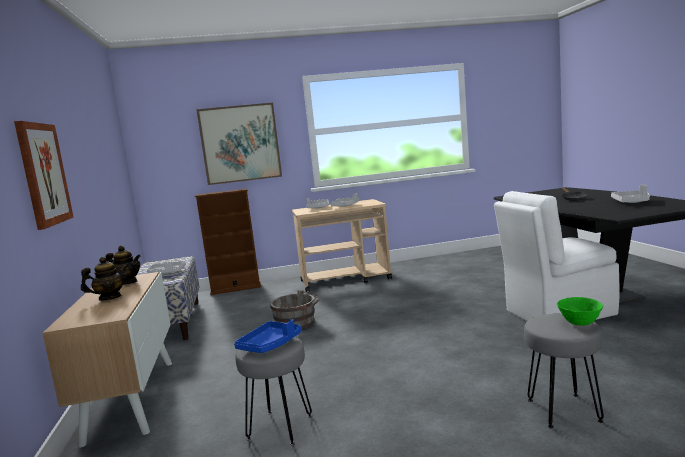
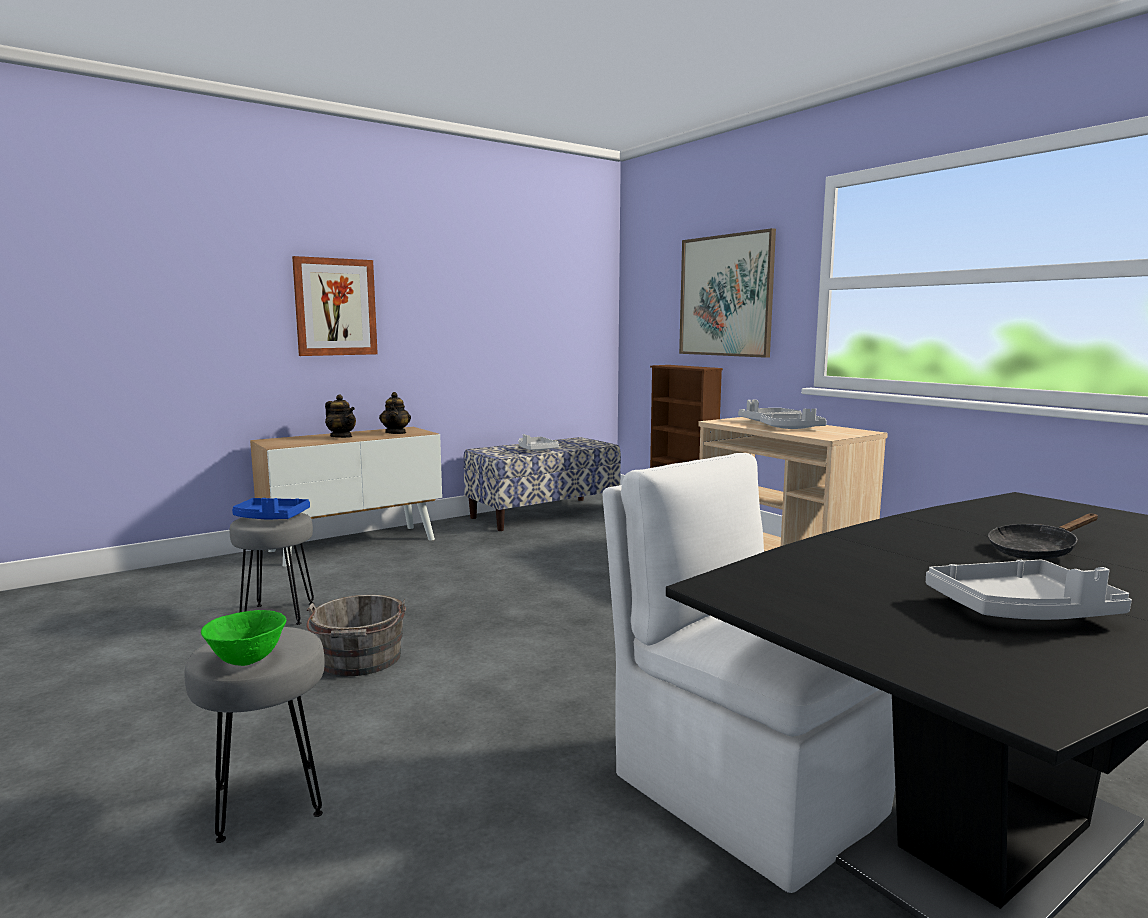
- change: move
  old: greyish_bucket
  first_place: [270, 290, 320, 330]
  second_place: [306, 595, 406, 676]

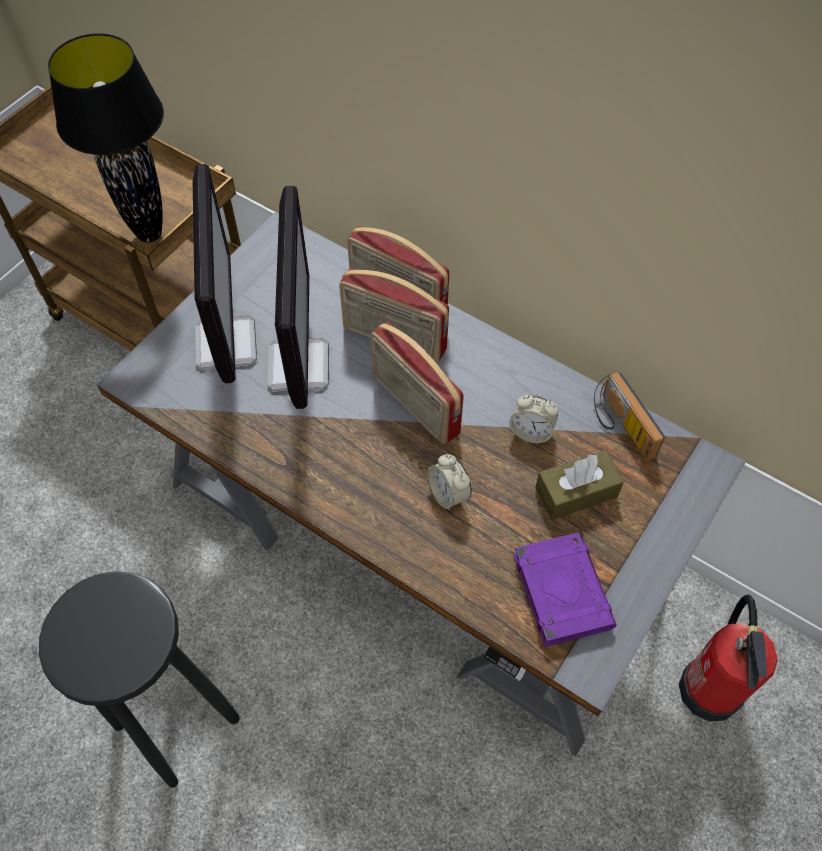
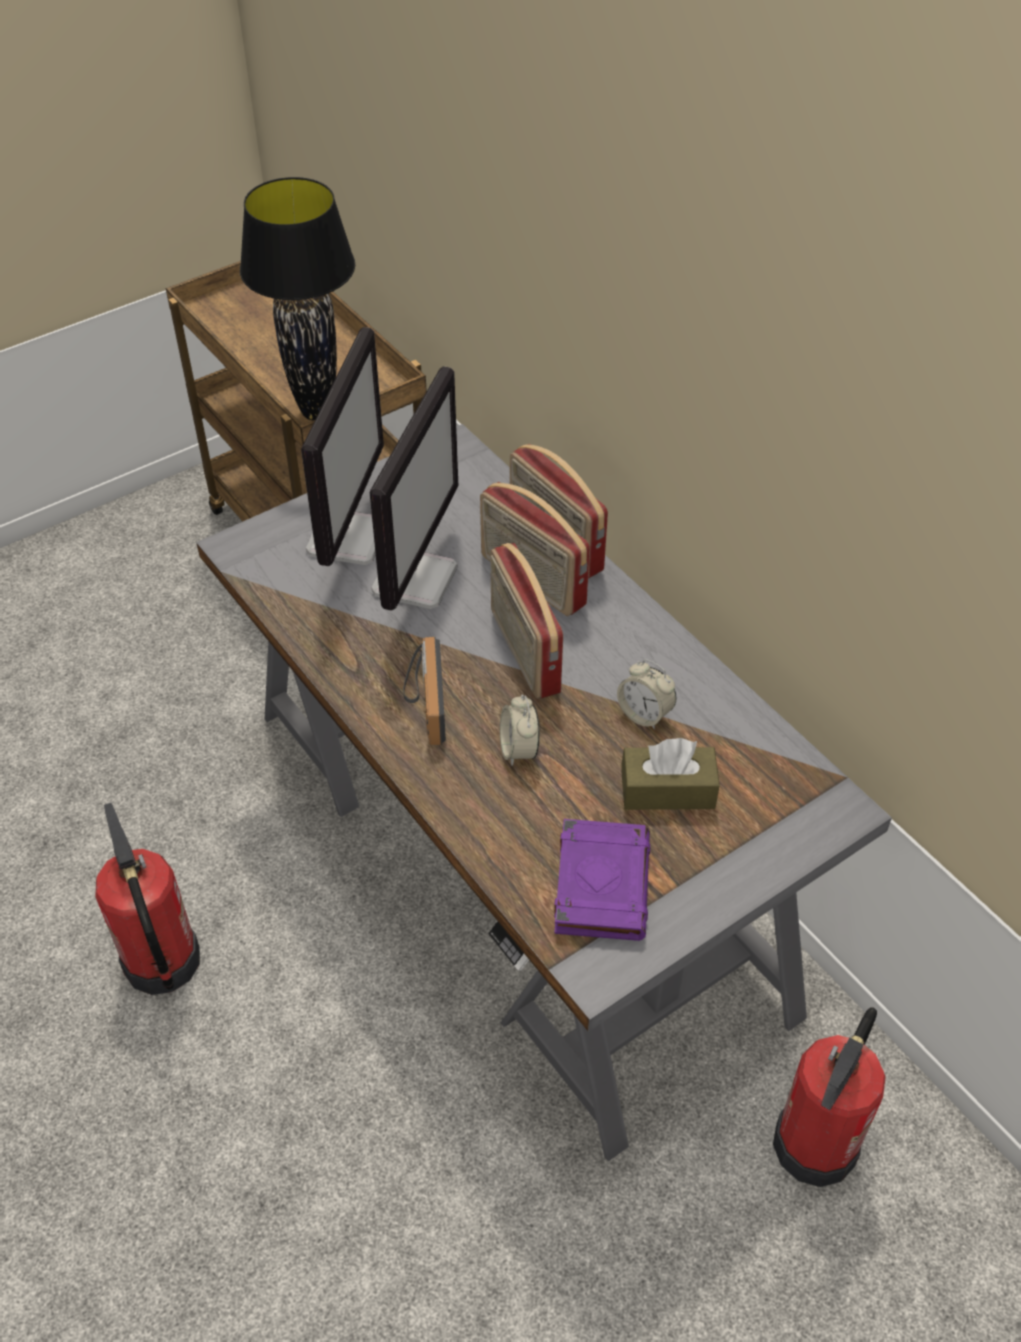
- change: move
  old: radio_receiver
  first_place: [594, 372, 665, 461]
  second_place: [403, 637, 446, 745]
- change: replace
  old: blackish_stool_seat
  new: fire-fighting_cylinder
  first_place: [39, 571, 240, 788]
  second_place: [95, 803, 200, 995]

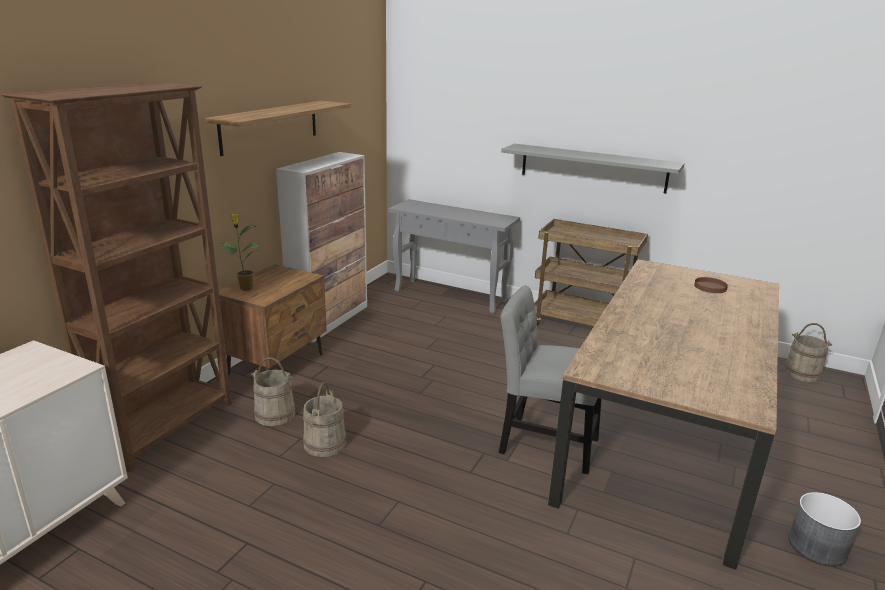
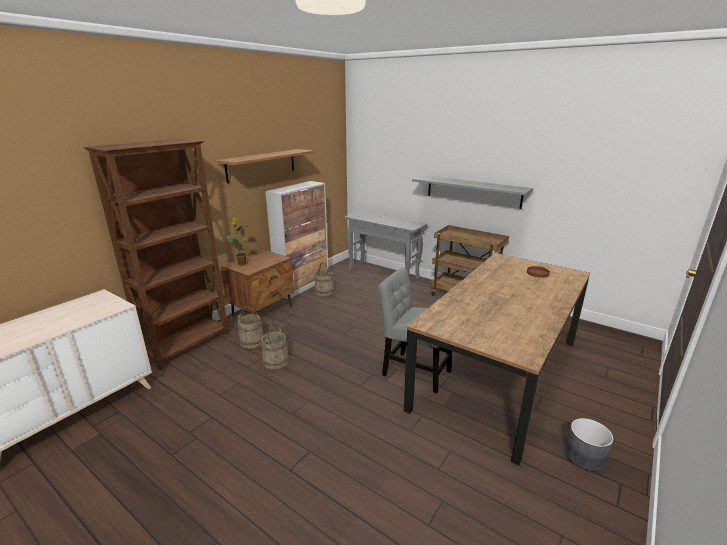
- change: move
  old: sand-coloured_bucket
  first_place: [783, 323, 833, 382]
  second_place: [315, 262, 334, 296]

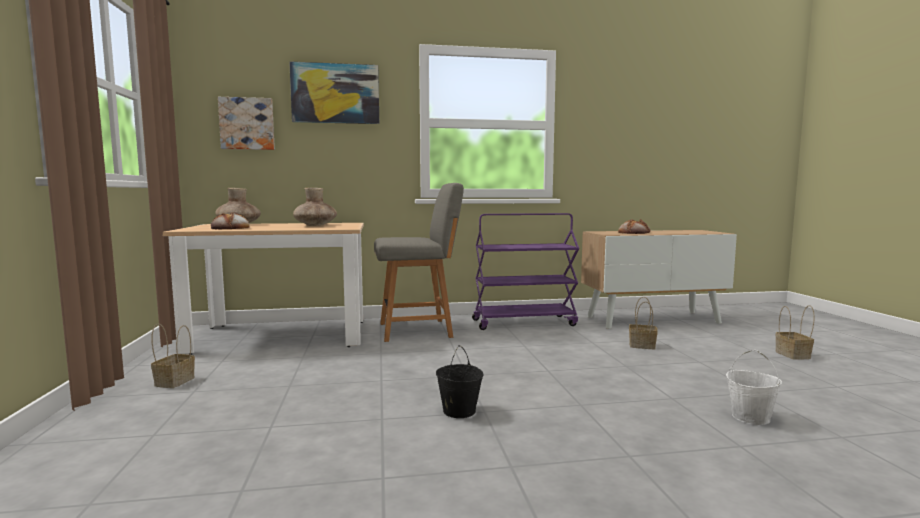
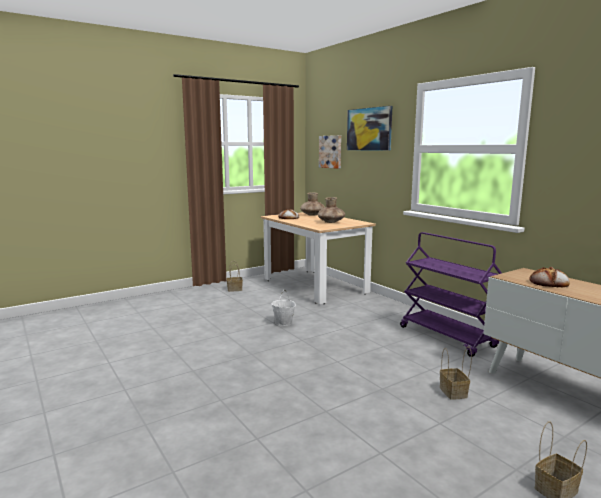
- change: delete
  old: greyish_chair
  first_place: [374, 183, 464, 342]
- change: delete
  old: blackish_bucket
  first_place: [436, 345, 484, 418]
- change: move
  old: whitish_bucket
  first_place: [726, 350, 782, 425]
  second_place: [272, 290, 296, 326]

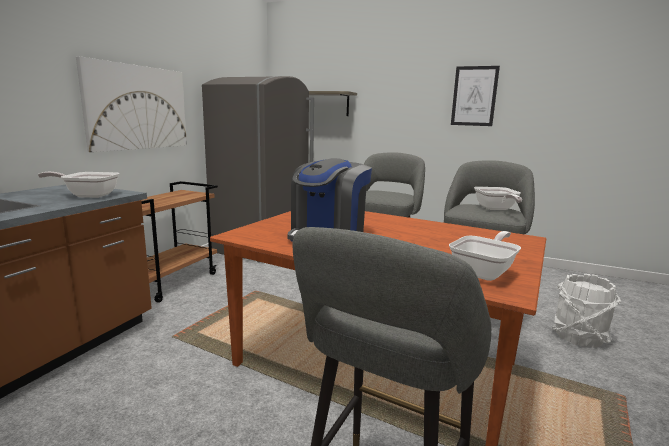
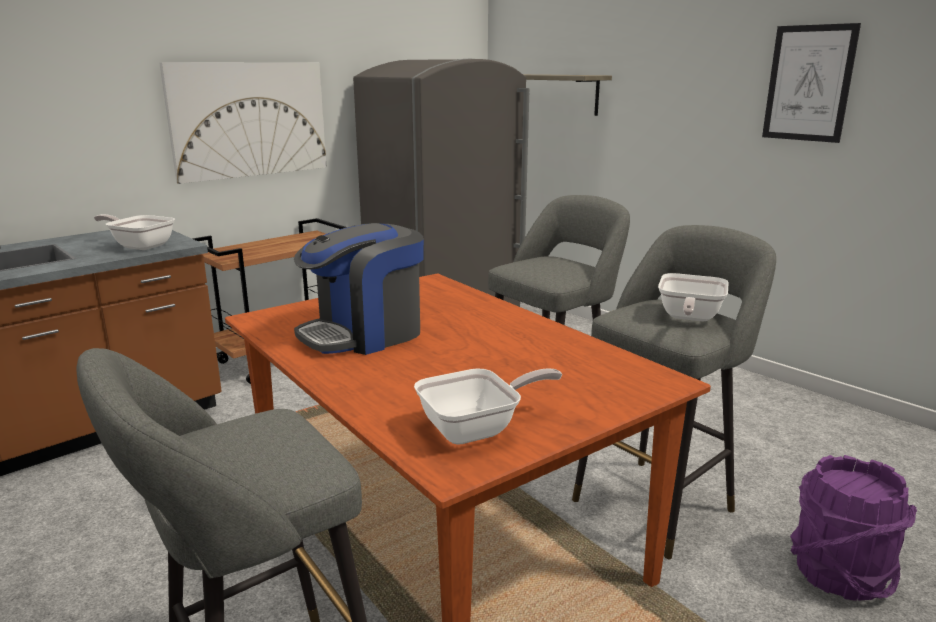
- change: recolor
  old: whitish_bucket
  new: purple_bucket
  first_place: [552, 274, 621, 348]
  second_place: [790, 455, 917, 601]

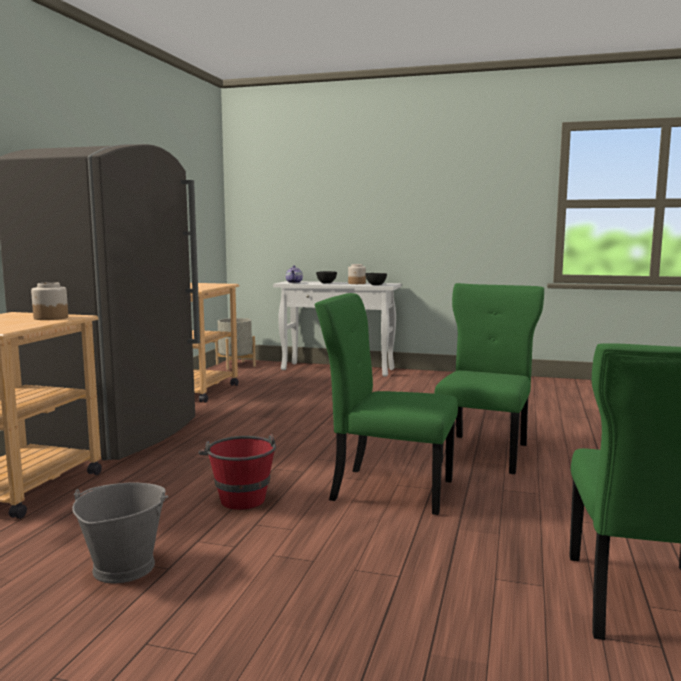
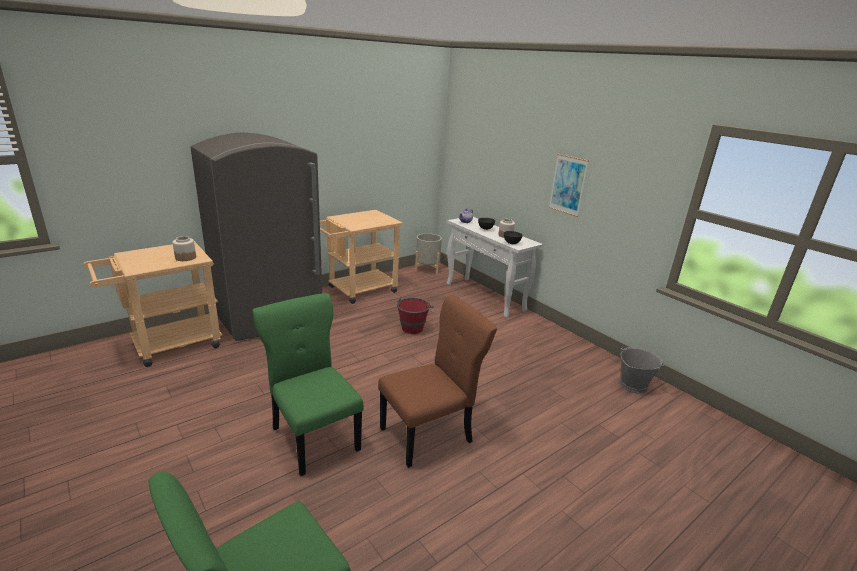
- change: recolor
  old: green_chair
  new: brown-coloured_chair
  first_place: [434, 283, 544, 474]
  second_place: [378, 295, 497, 468]
- change: move
  old: red-coloured_bucket
  first_place: [198, 434, 276, 510]
  second_place: [397, 298, 434, 334]
- change: move
  old: greyish_bucket
  first_place: [72, 482, 168, 583]
  second_place: [620, 347, 664, 394]
- change: insert
  new: wall_art
  second_place: [549, 154, 589, 217]

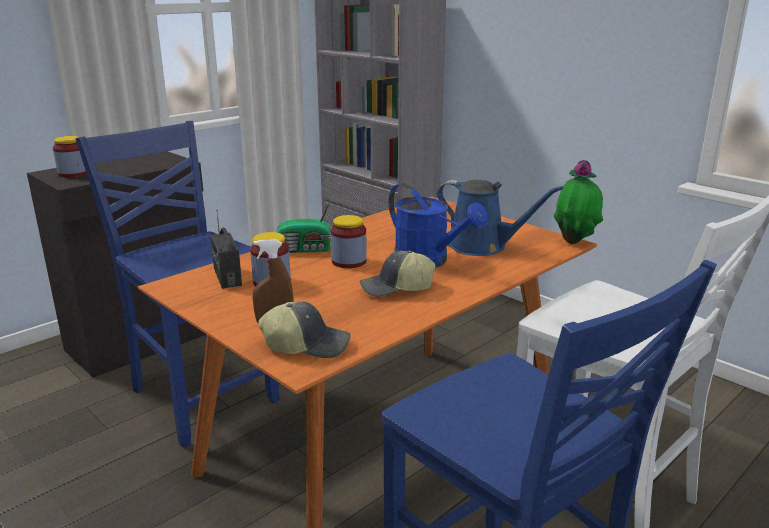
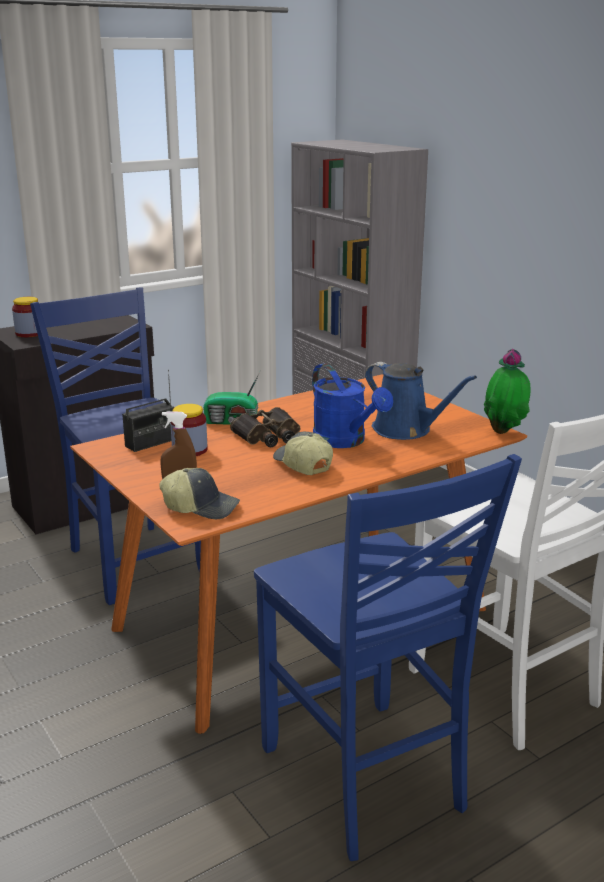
- change: rotate
  old: radio_receiver
  first_place: [210, 210, 242, 289]
  second_place: [122, 370, 174, 452]
  degrees: -120
- change: replace
  old: jar
  new: field_glasses
  first_place: [331, 215, 367, 268]
  second_place: [230, 407, 300, 447]
- change: rotate
  old: cap
  first_place: [360, 251, 435, 297]
  second_place: [273, 432, 333, 475]
  degrees: 60

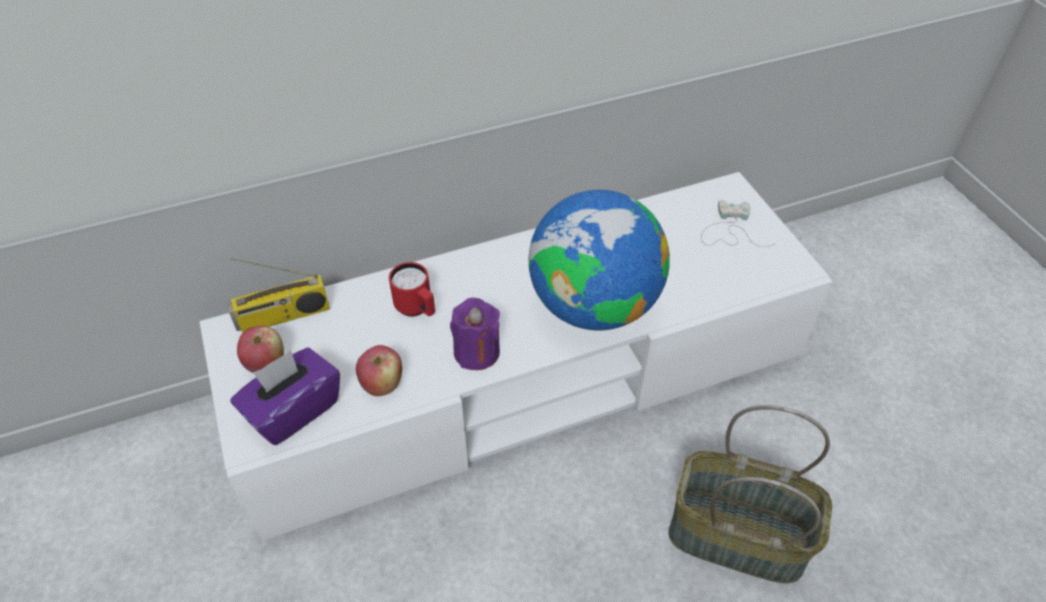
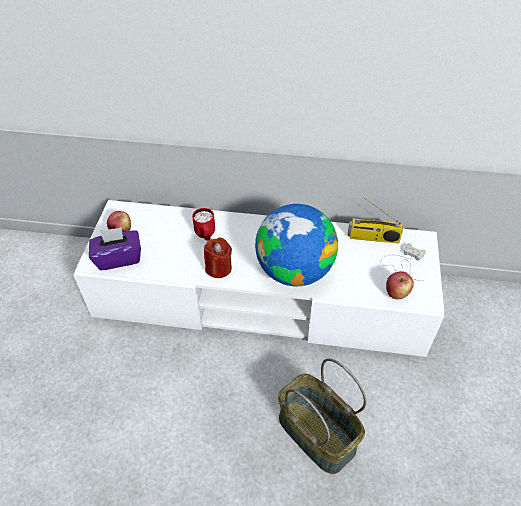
- change: move
  old: radio_receiver
  first_place: [228, 258, 330, 333]
  second_place: [348, 198, 403, 244]
- change: recolor
  old: purple_wax_candle
  new: red-coloured_wax_candle
  first_place: [450, 298, 500, 370]
  second_place: [204, 238, 232, 278]
- change: move
  old: apple_fruit
  first_place: [356, 345, 402, 396]
  second_place: [386, 271, 414, 299]

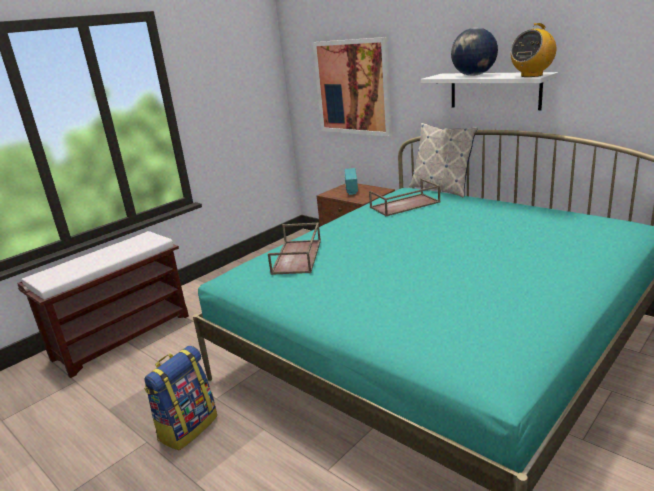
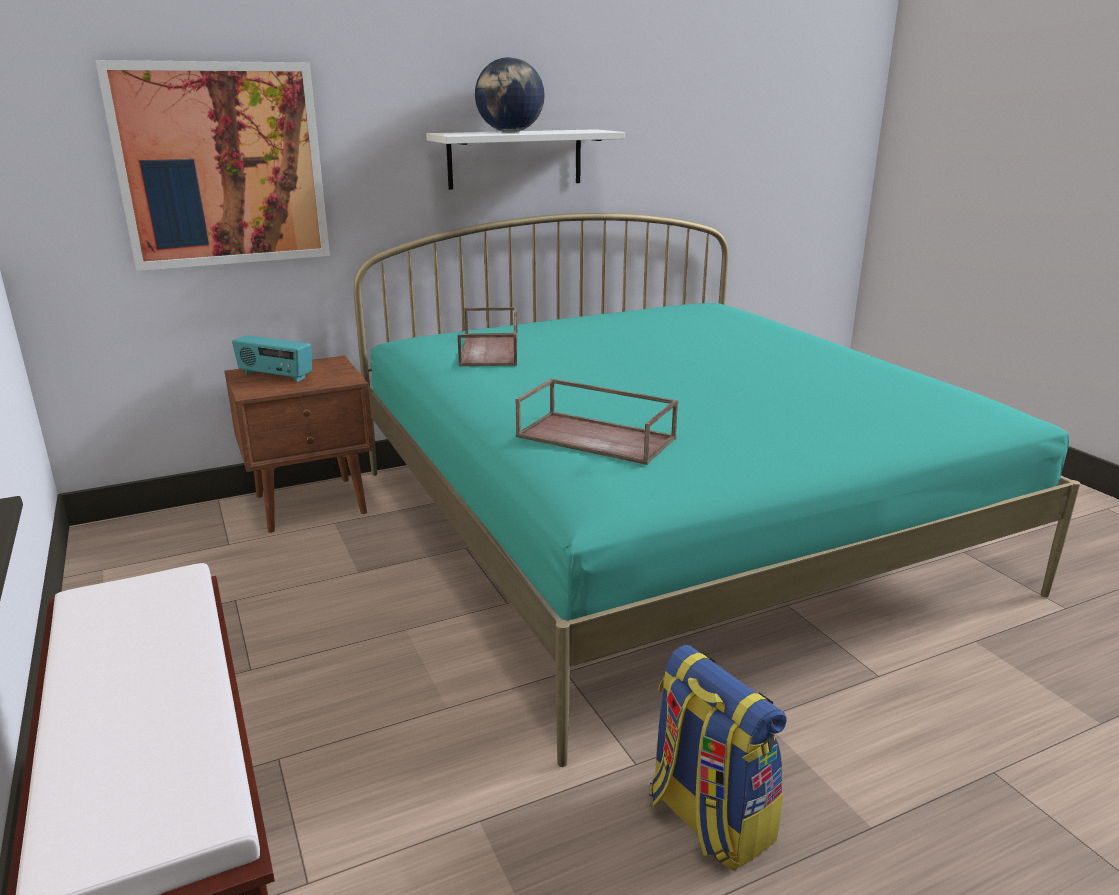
- change: delete
  old: radio_receiver
  first_place: [511, 23, 556, 77]
- change: delete
  old: pillow
  first_place: [409, 123, 478, 198]

